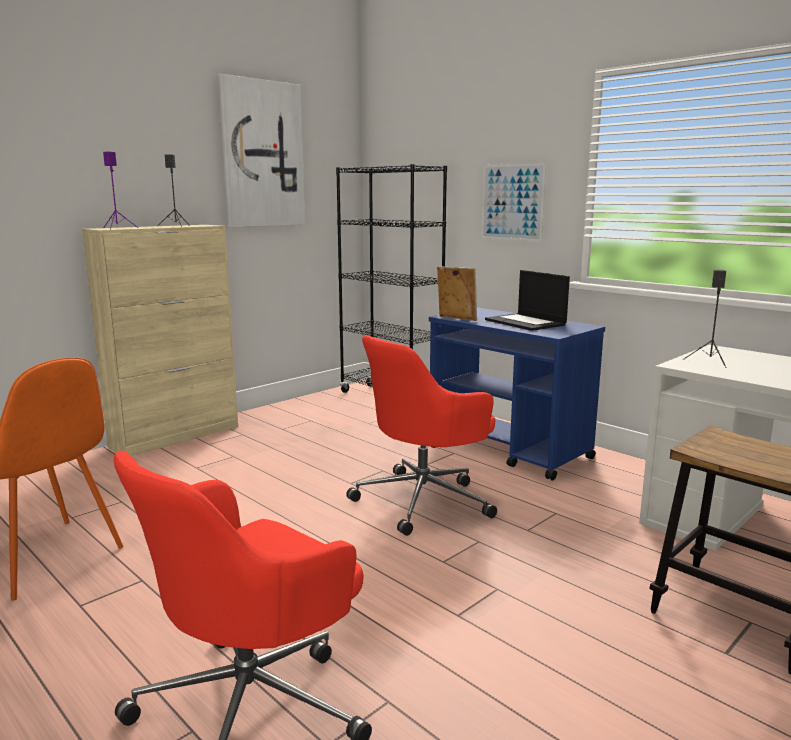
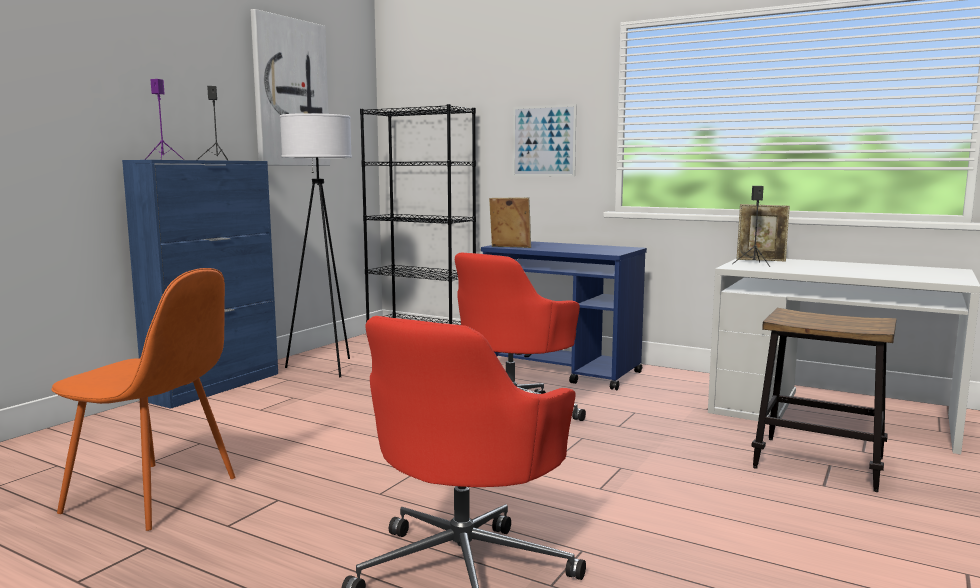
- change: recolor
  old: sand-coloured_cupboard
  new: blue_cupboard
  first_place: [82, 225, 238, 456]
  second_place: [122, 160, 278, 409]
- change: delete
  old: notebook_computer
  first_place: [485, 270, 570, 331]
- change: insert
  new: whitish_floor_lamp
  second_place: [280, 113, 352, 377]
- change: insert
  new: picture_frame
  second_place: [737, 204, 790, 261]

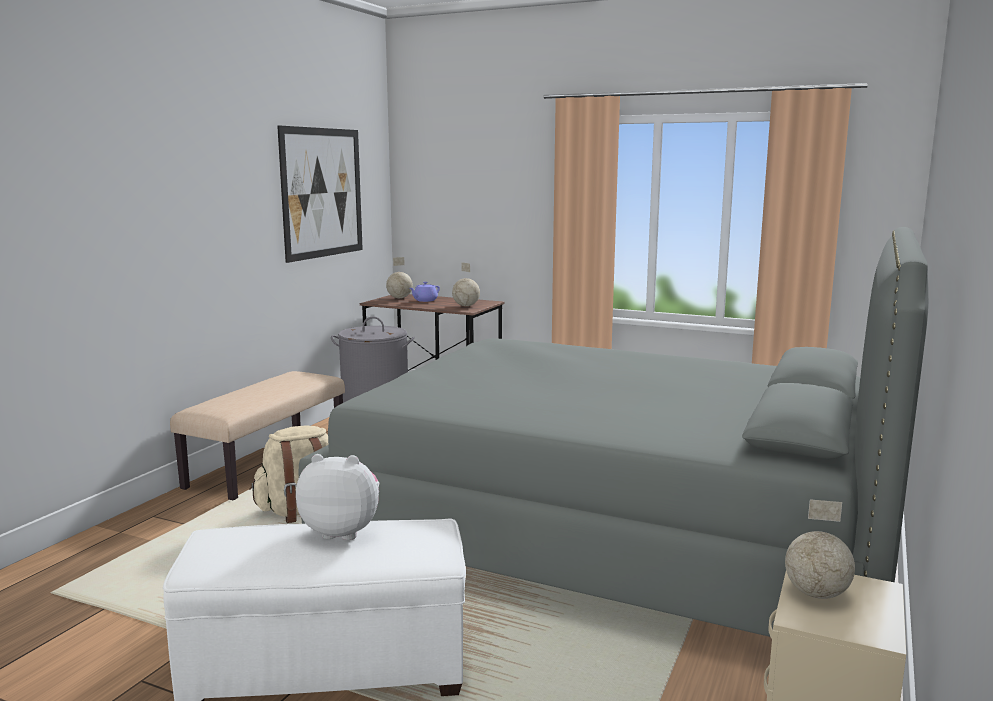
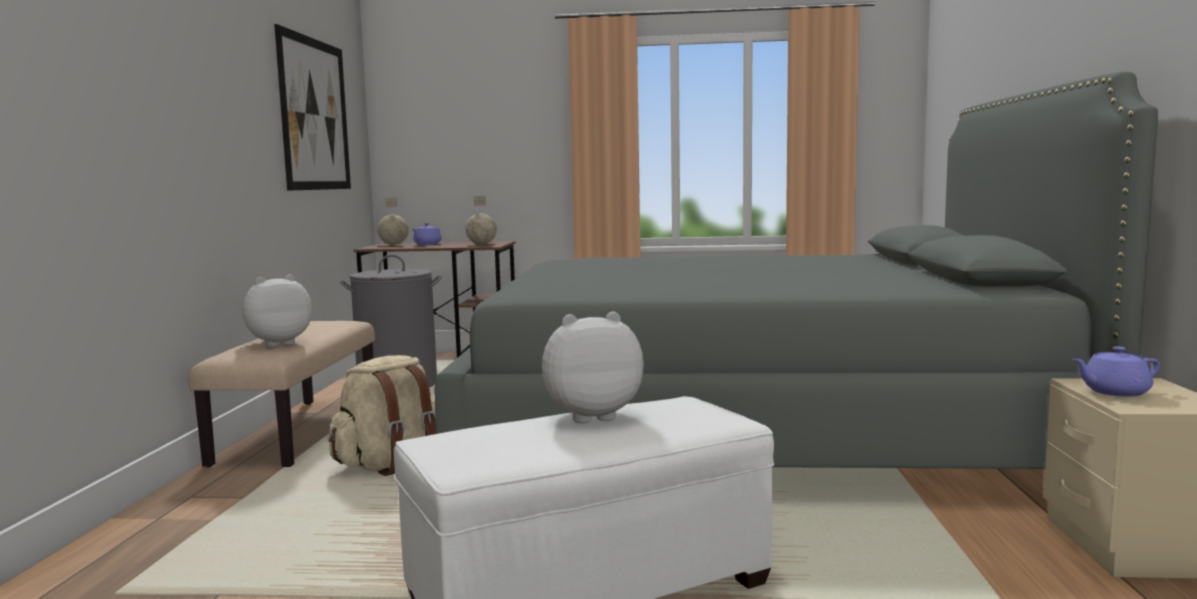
- change: replace
  old: globe
  new: purple_tea_pot
  first_place: [785, 499, 855, 599]
  second_place: [1072, 346, 1160, 397]
- change: insert
  new: soft_toy
  second_place: [242, 275, 312, 347]

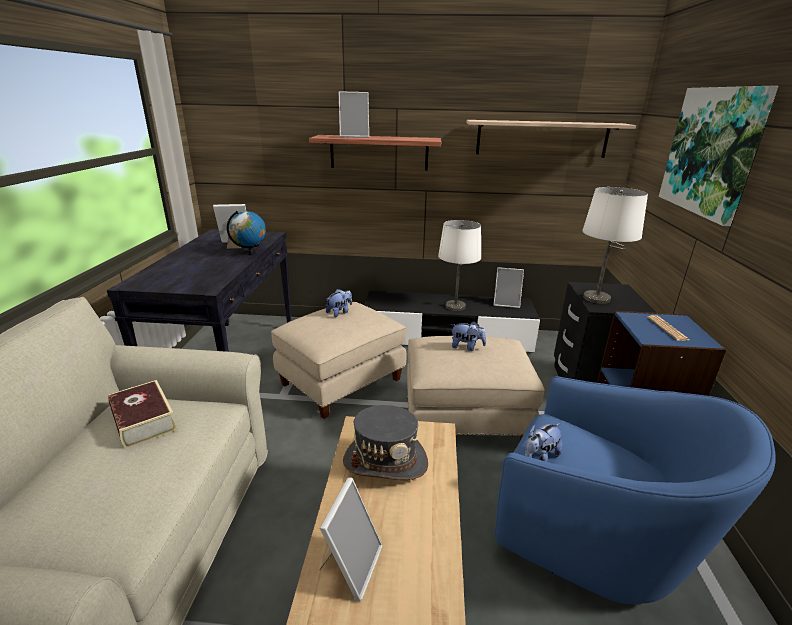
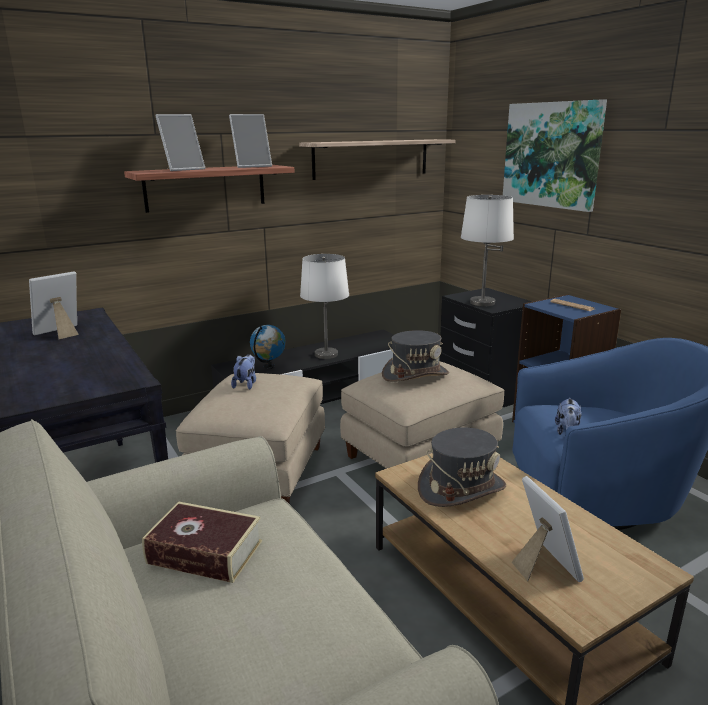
- change: move
  old: globe
  first_place: [227, 211, 266, 255]
  second_place: [250, 325, 286, 369]
- change: move
  old: picture_frame
  first_place: [494, 267, 524, 308]
  second_place: [229, 114, 272, 168]
- change: replace
  old: soft_toy
  new: greyish_wearable_hat
  first_place: [451, 321, 486, 351]
  second_place: [382, 330, 449, 382]

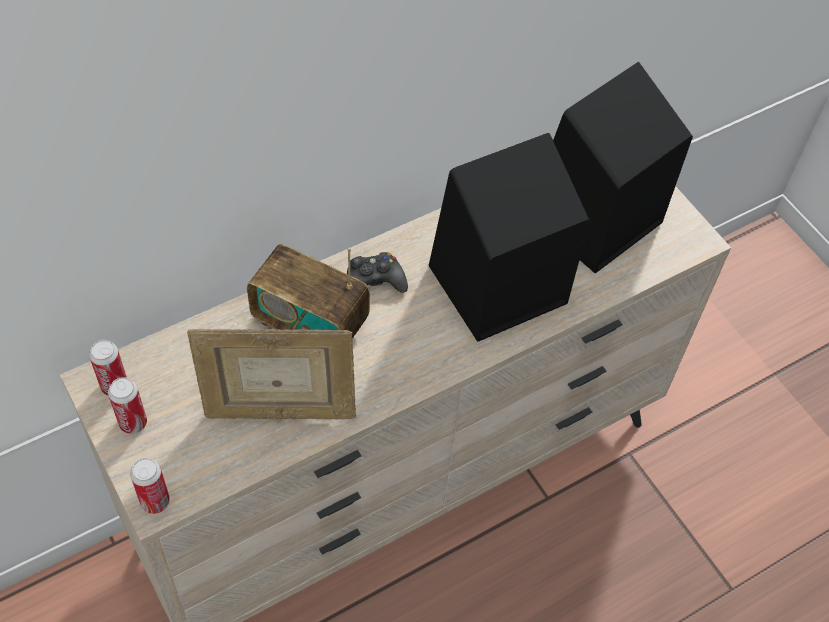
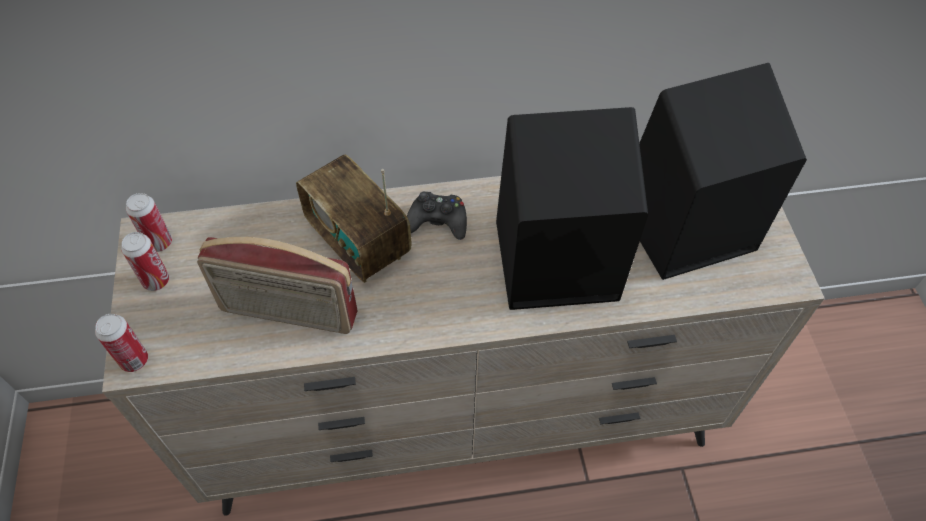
- change: replace
  old: picture_frame
  new: radio_receiver
  first_place: [187, 329, 356, 419]
  second_place: [197, 237, 358, 334]

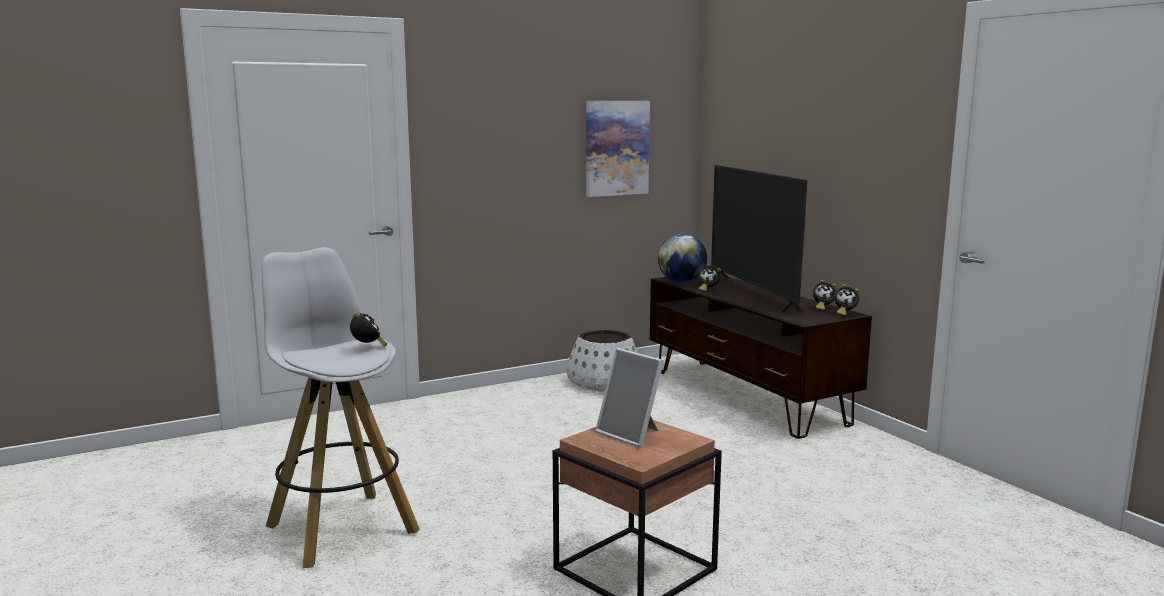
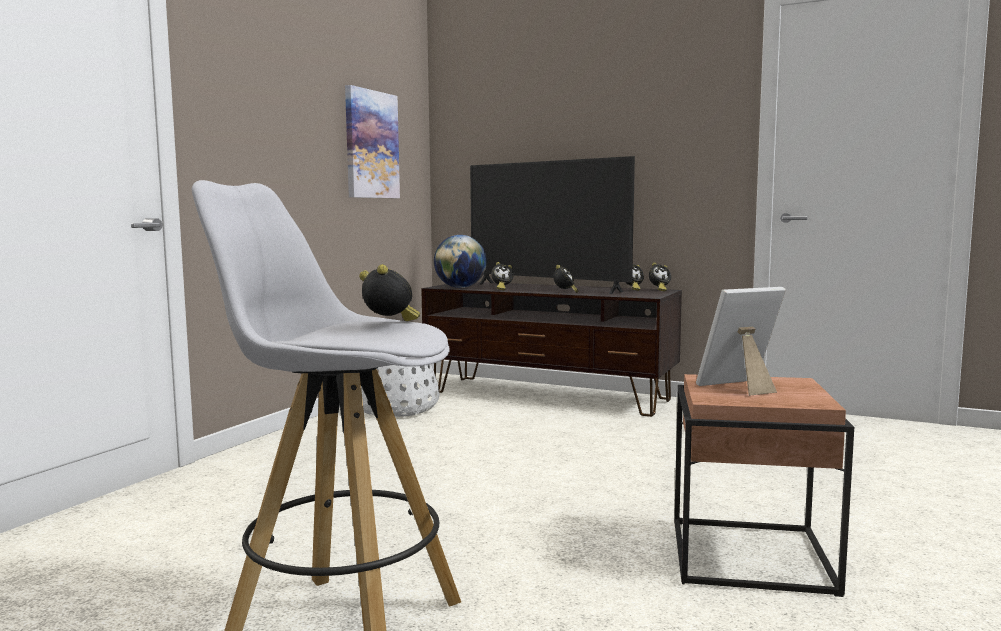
- change: rotate
  old: picture_frame
  first_place: [595, 348, 664, 448]
  second_place: [696, 287, 786, 396]
  degrees: 150
- change: insert
  new: bedside_clock
  second_place: [553, 265, 579, 293]

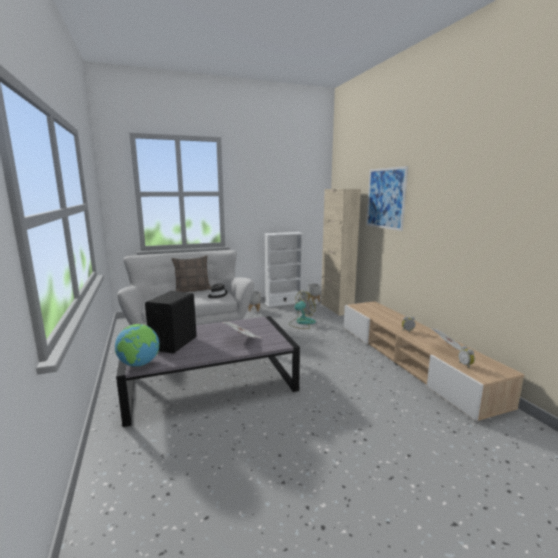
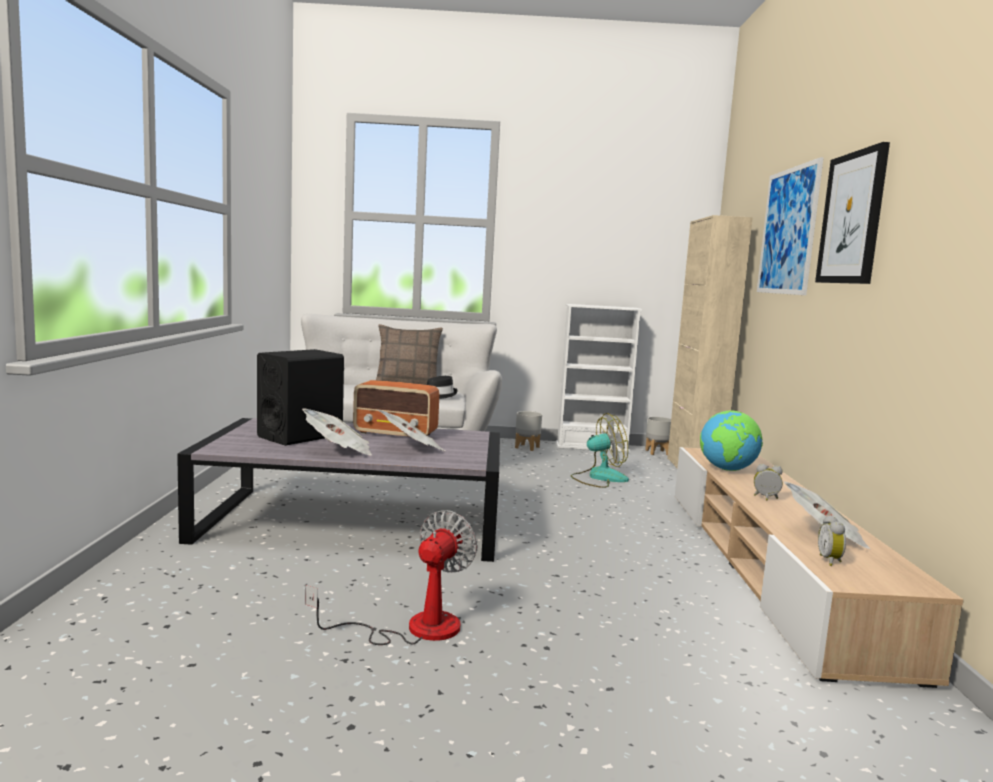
- change: move
  old: globe
  first_place: [115, 324, 160, 367]
  second_place: [700, 411, 763, 471]
- change: insert
  new: wall_art
  second_place: [815, 142, 890, 284]
- change: insert
  new: radio_receiver
  second_place: [353, 380, 439, 436]
- change: insert
  new: printed_paper
  second_place: [302, 408, 372, 456]
- change: insert
  new: cooling_fan
  second_place: [305, 510, 478, 645]

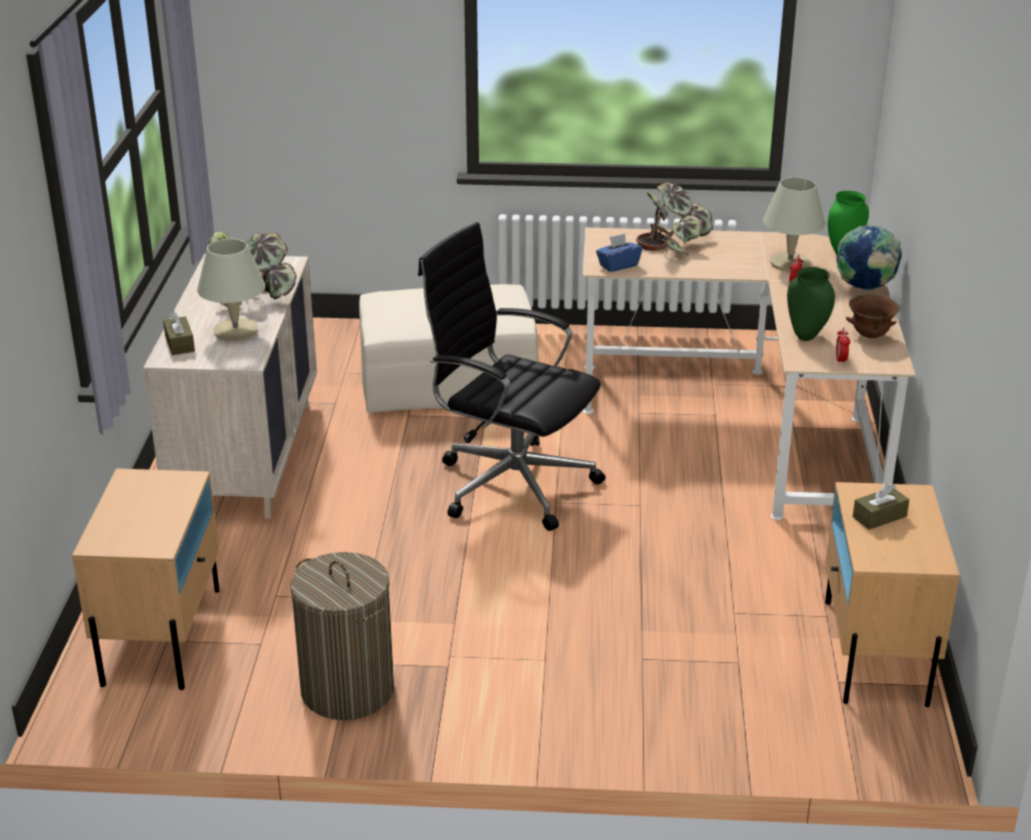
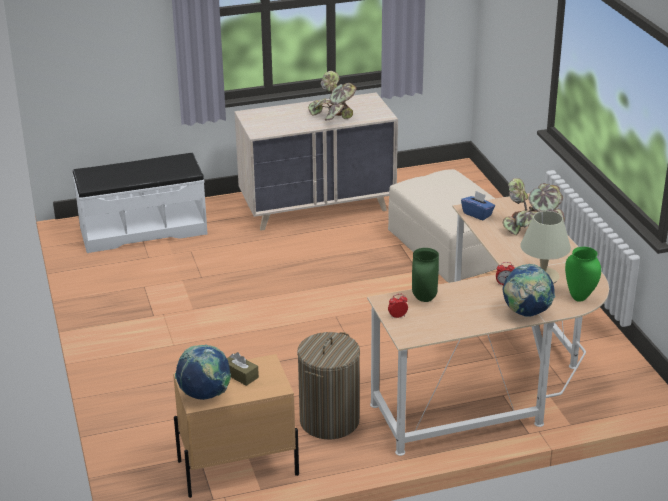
- change: delete
  old: blackish_desk_chair
  first_place: [418, 222, 605, 531]
- change: delete
  old: sand-coloured_table_lamp
  first_place: [197, 239, 265, 341]
- change: delete
  old: brown-coloured_serving_bowl
  first_place: [846, 294, 900, 338]
- change: delete
  old: brown-coloured_tissue_box
  first_place: [163, 311, 195, 355]
- change: replace
  old: sand-coloured_bedside_table
  new: whitish_long_seat
  first_place: [72, 468, 219, 690]
  second_place: [73, 153, 208, 253]
- change: move
  old: washing_basket
  first_place: [291, 552, 394, 720]
  second_place: [297, 332, 360, 440]
- change: insert
  new: globe
  second_place: [175, 344, 231, 400]

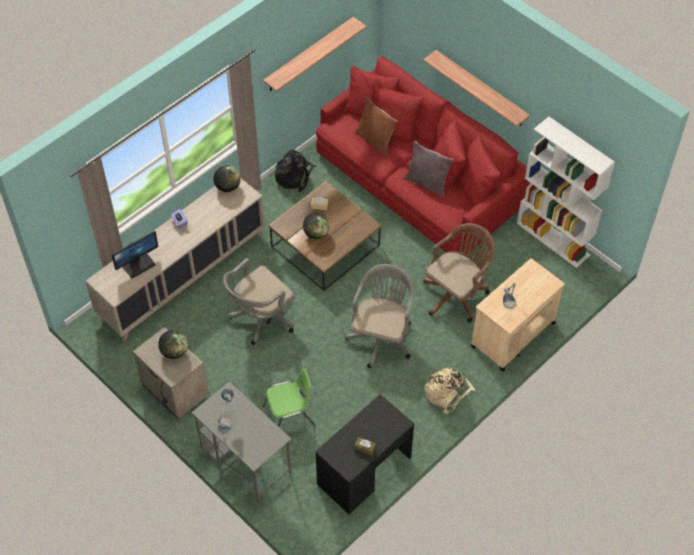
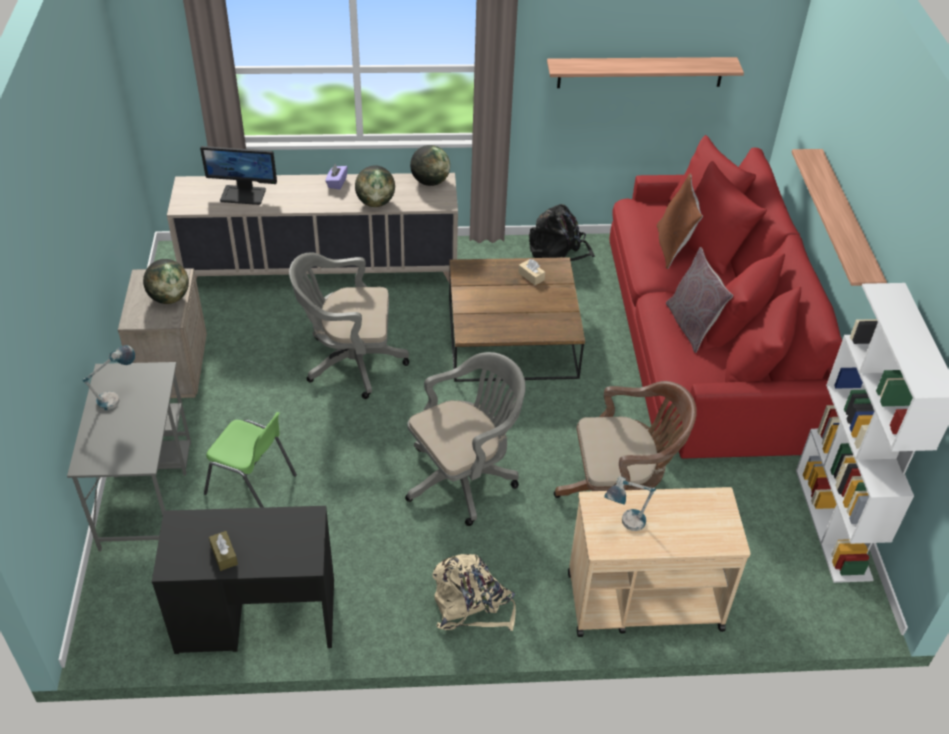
- change: move
  old: globe
  first_place: [303, 212, 329, 239]
  second_place: [355, 165, 395, 207]

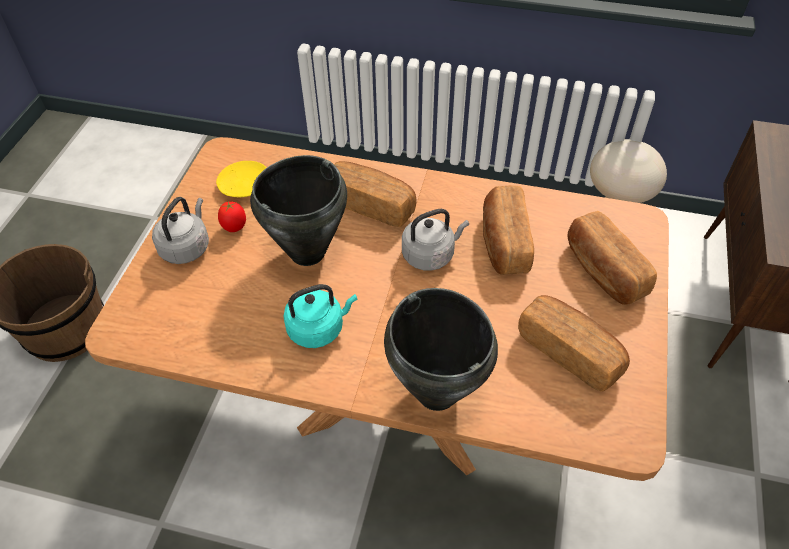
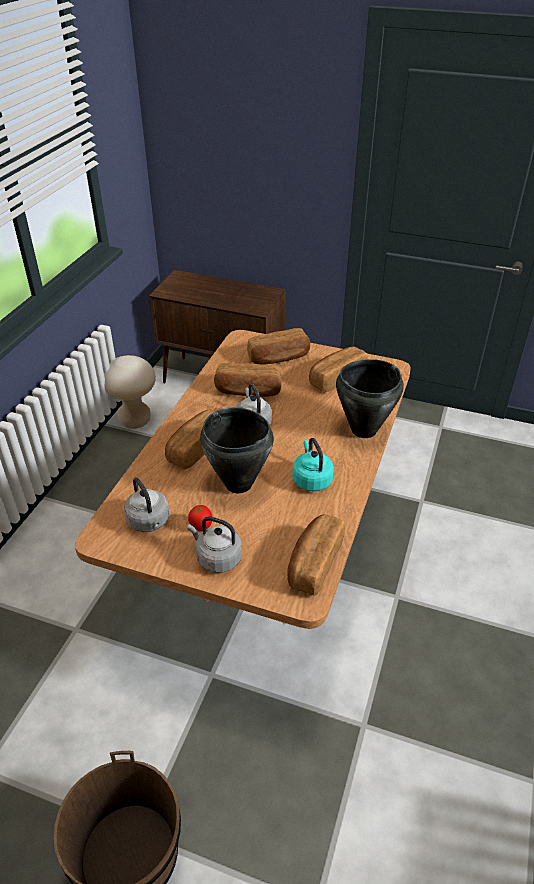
- change: replace
  old: yellowish_plate
  new: greyish_tea_kettle
  first_place: [216, 161, 267, 197]
  second_place: [124, 477, 169, 532]
- change: insert
  new: bread
  second_place: [287, 514, 345, 596]

